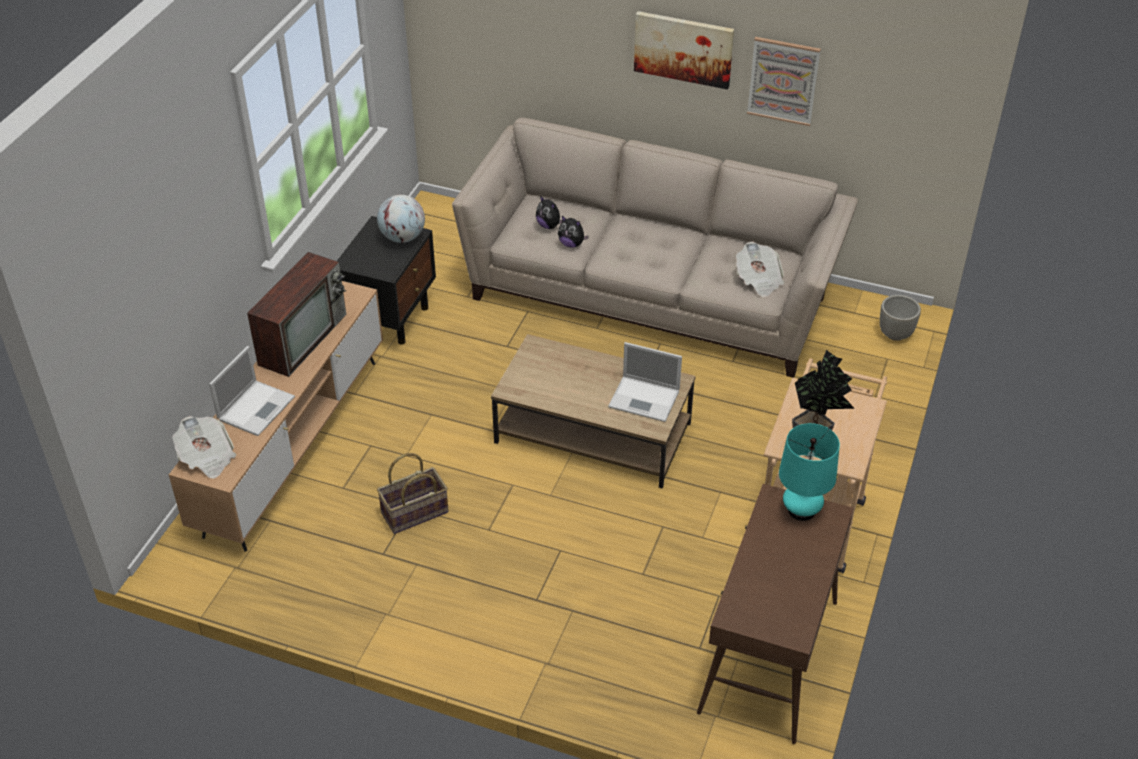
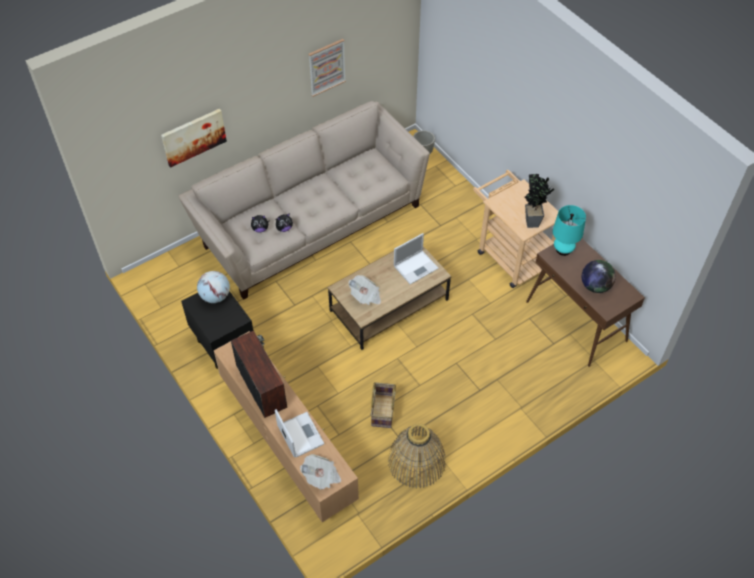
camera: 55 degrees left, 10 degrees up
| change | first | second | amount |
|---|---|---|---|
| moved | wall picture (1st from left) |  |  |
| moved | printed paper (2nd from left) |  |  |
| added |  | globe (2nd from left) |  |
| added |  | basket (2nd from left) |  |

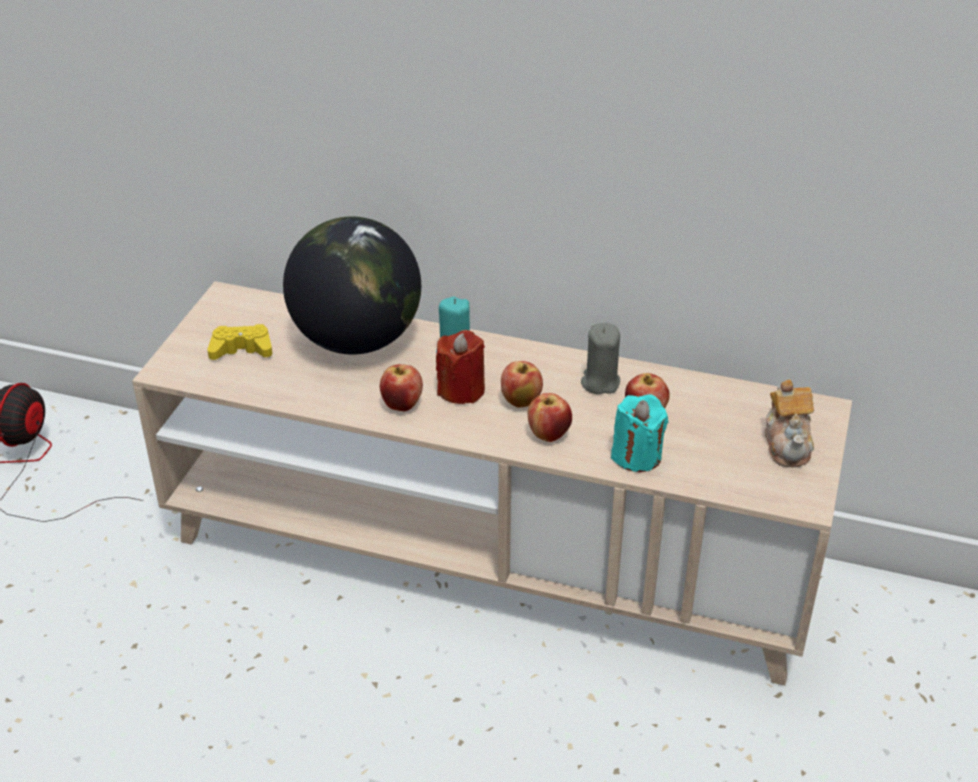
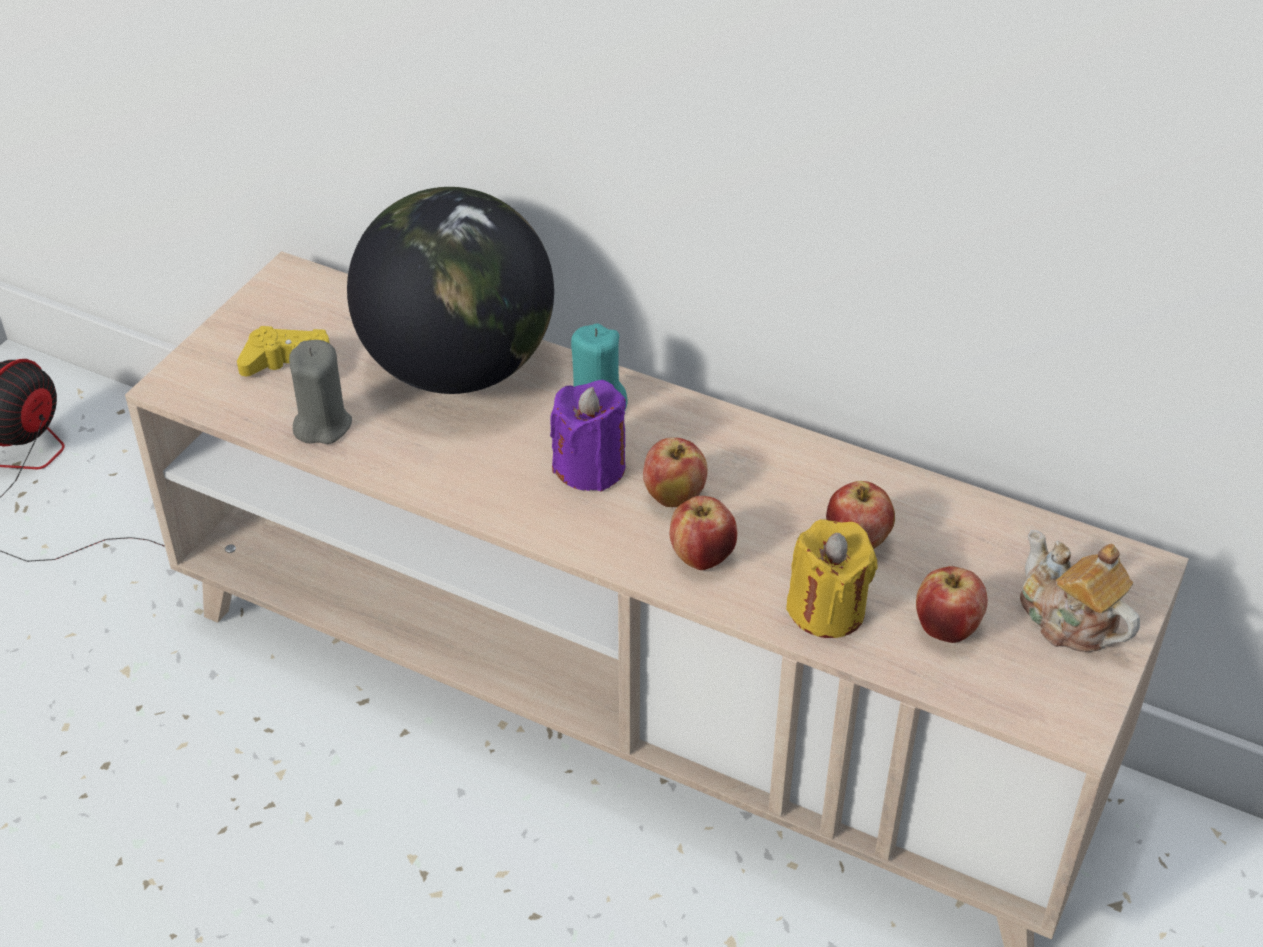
camera: 10 degrees right, 5 degrees up
| change | first | second | amount |
|---|---|---|---|
| moved | wax light (gray) |  |  |
| recoloured | wax light (reddish) | wax light (purplish) |  |
| moved | apple (1st from left in the first image) | apple (4th from left) |  |
| turned | teapot |  | 135 degrees clockwise |
| recoloured | wax light (turquoise-coloured) (2nd from left) | wax light (yellow) |  |

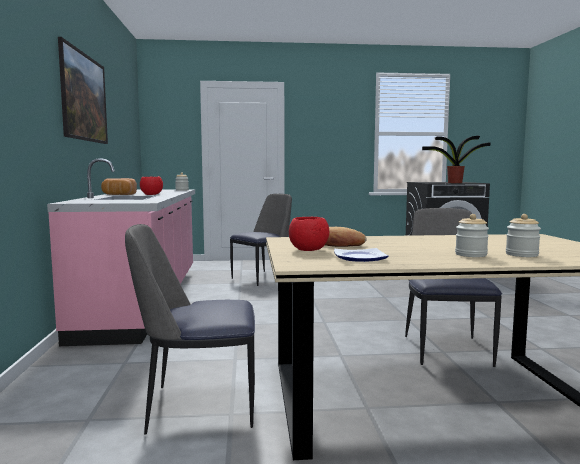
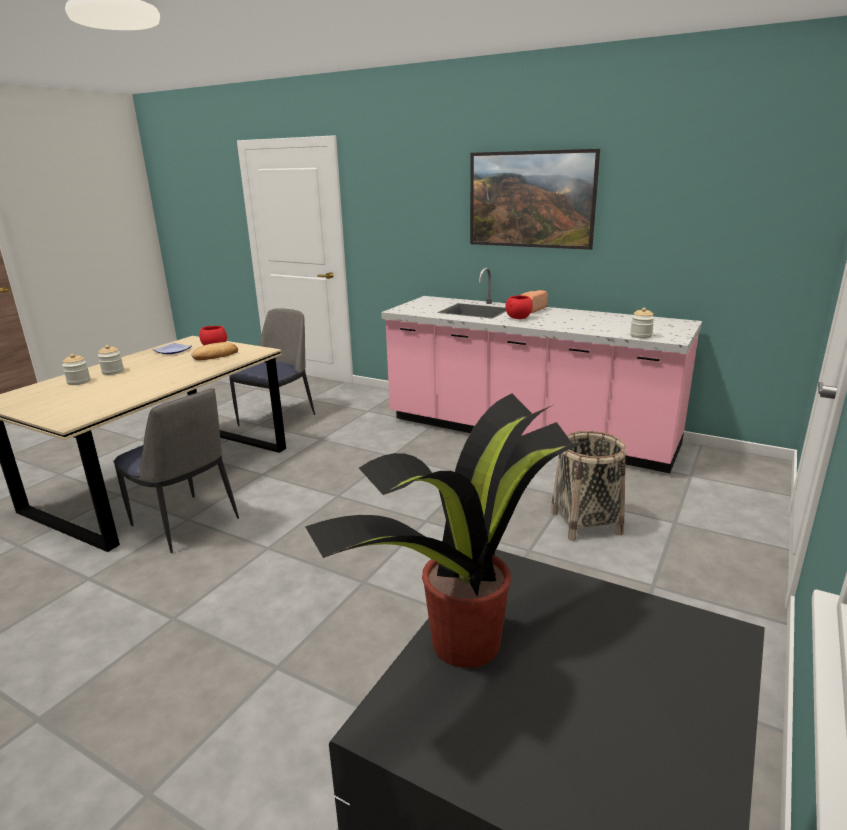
camera: 125 degrees right, 15 degrees up
| change | first | second | amount |
|---|---|---|---|
| replaced | upright chair (2nd from left) | basket |  |

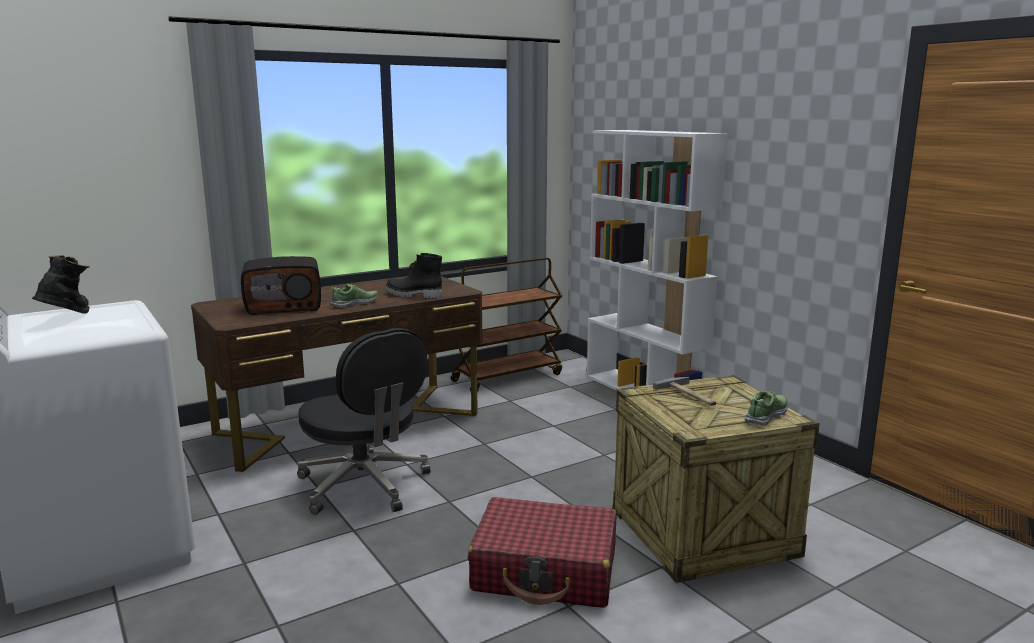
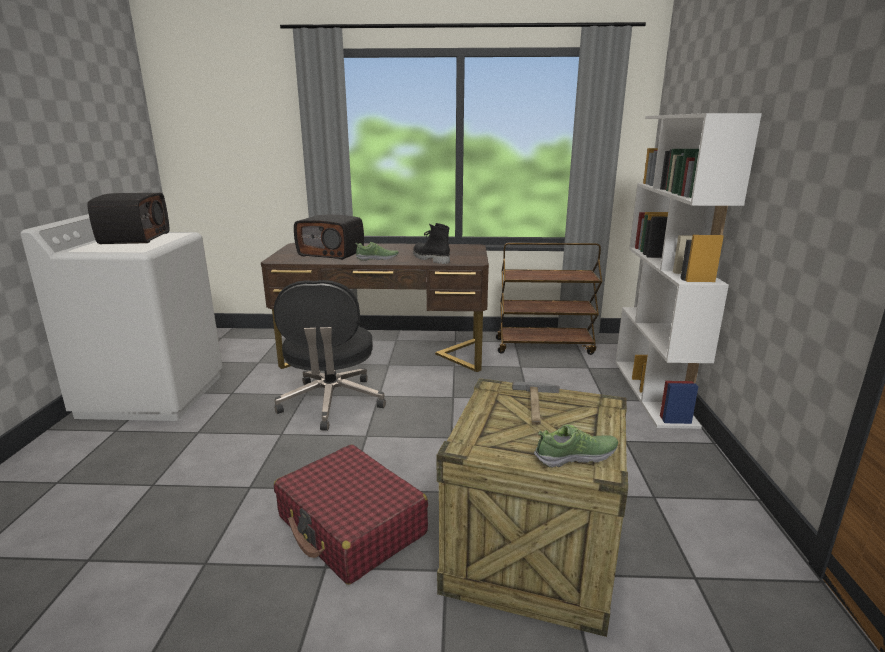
camera: 35 degrees right, 5 degrees up
| change | first | second | amount |
|---|---|---|---|
| replaced | tall boot (black) (1st from left) | radio receiver (1st from left) |  |

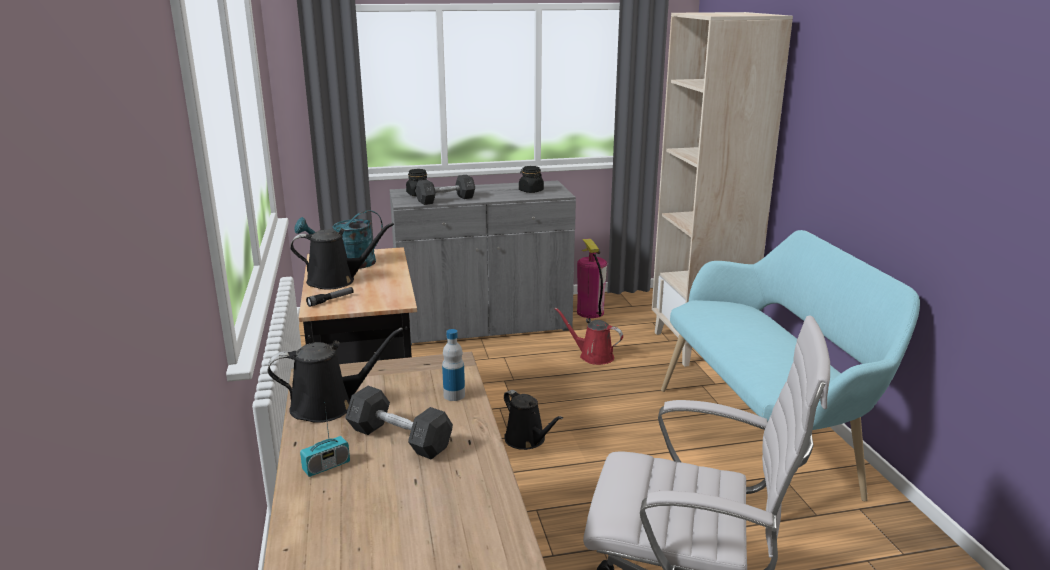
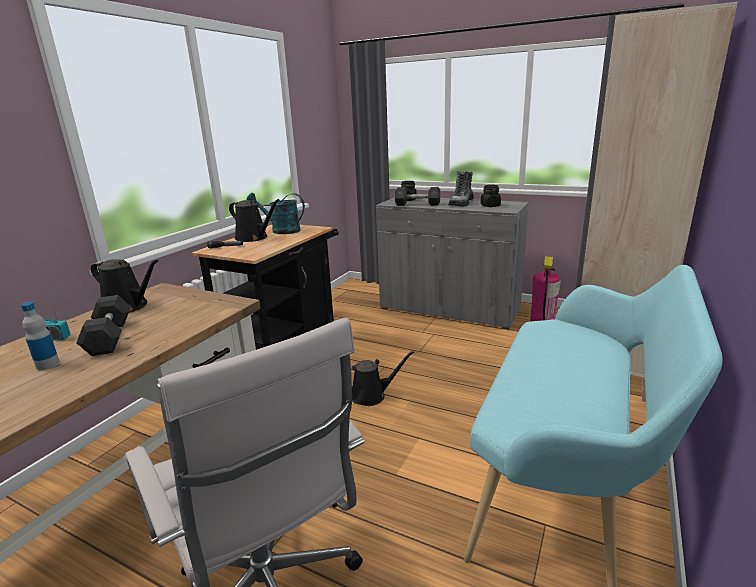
camera: 40 degrees right, 0 degrees up
| change | first | second | amount |
|---|---|---|---|
| removed | watering pot (reddish) |  |  |
| moved | beverage bottle |  |  |
| turned | watering pot (black) (3rd from left) |  | 105 degrees counterclockwise |
| added |  | tall boot |  |

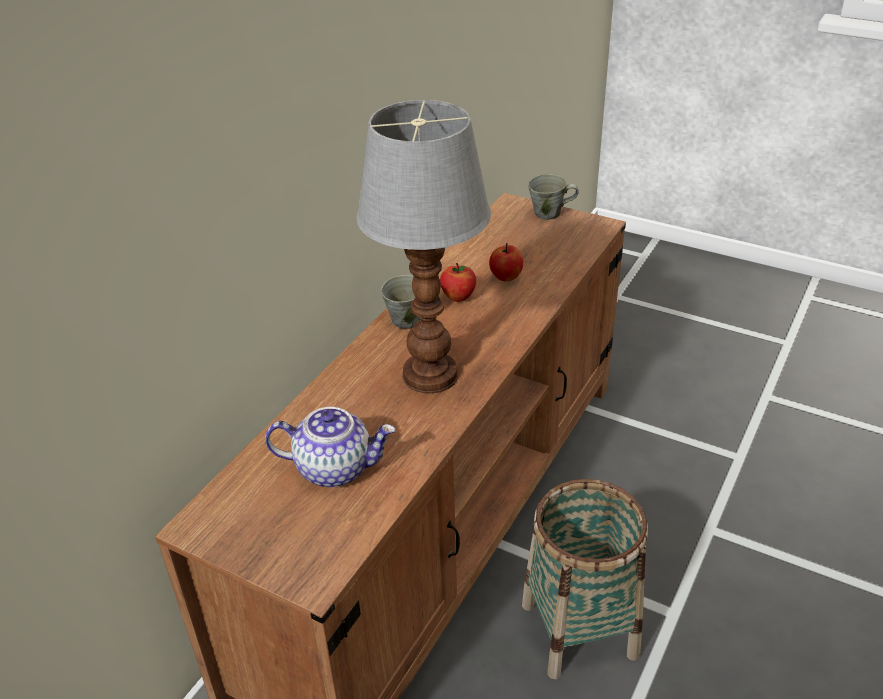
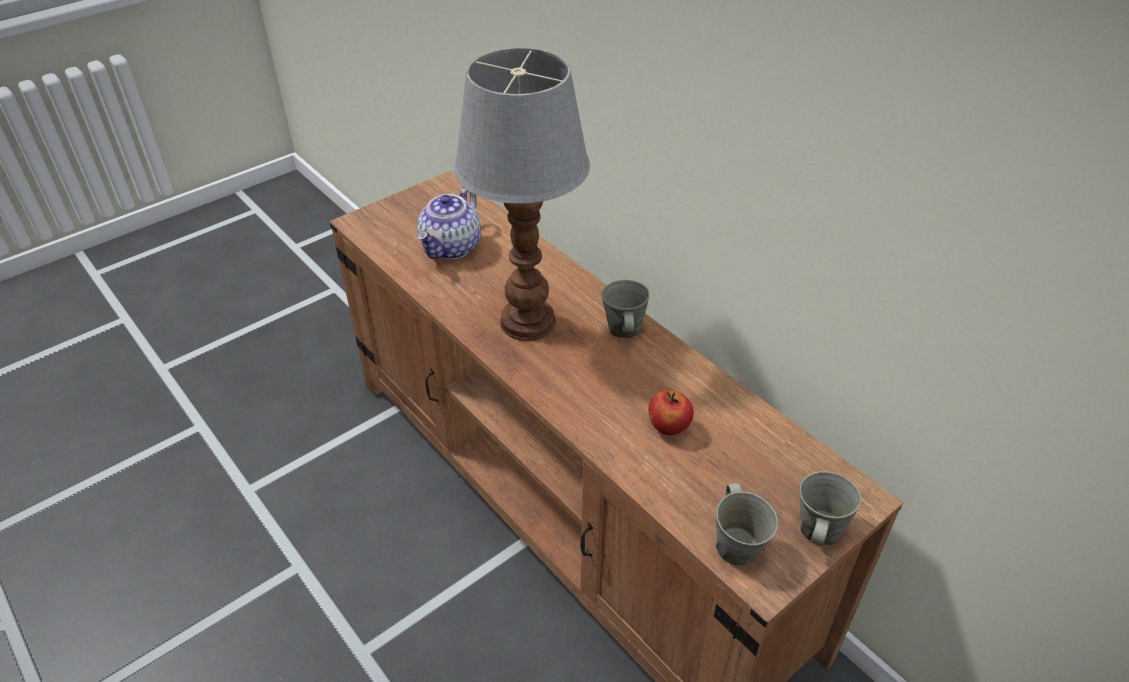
camera: 110 degrees right, 5 degrees up
| change | first | second | amount |
|---|---|---|---|
| removed | apple (1st from left) |  |  |
| removed | basket |  |  |
| added |  | coffee mug (gray) (2nd from left) |  |

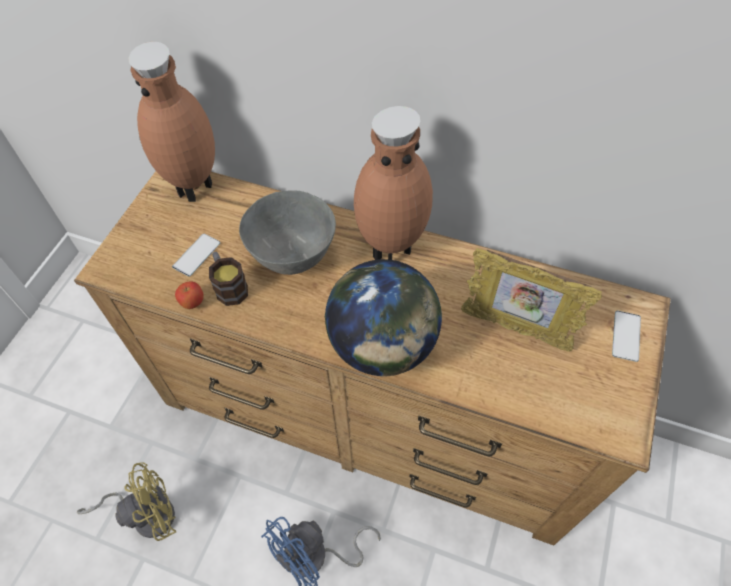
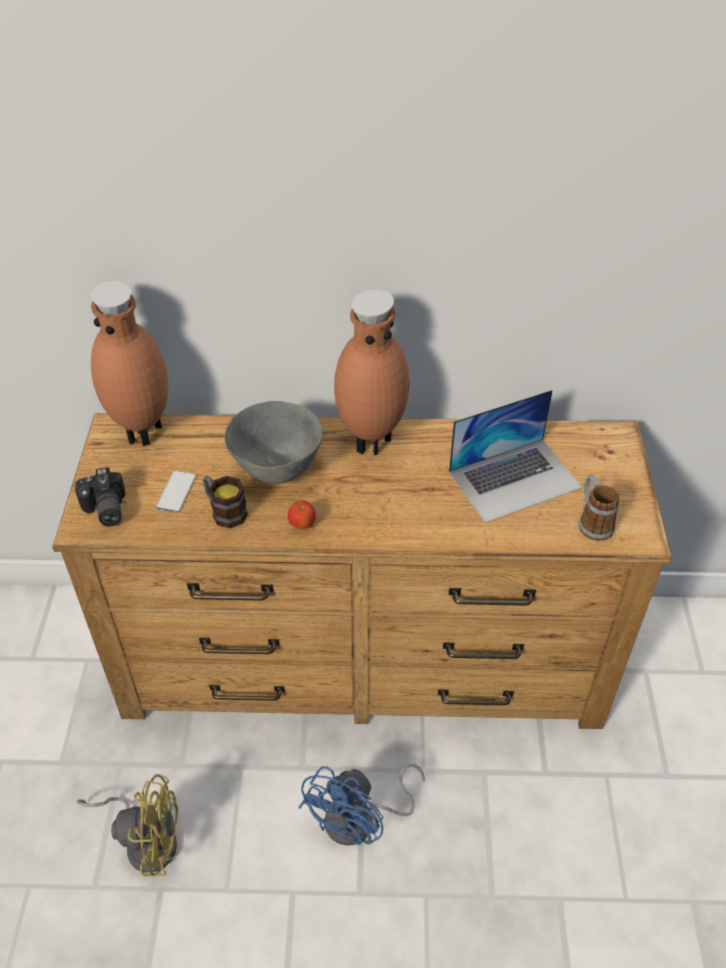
camera: 20 degrees left, 10 degrees down
| change | first | second | amount |
|---|---|---|---|
| replaced | picture frame | notebook computer |  |
| removed | globe |  |  |
| moved | apple |  |  |
| removed | telephone (2nd from left) |  |  |
| turned | cooling fan (yellow) |  | 45 degrees clockwise |
| added |  | photo camera |  |
| added |  | coffee mug (2nd from left) |  |

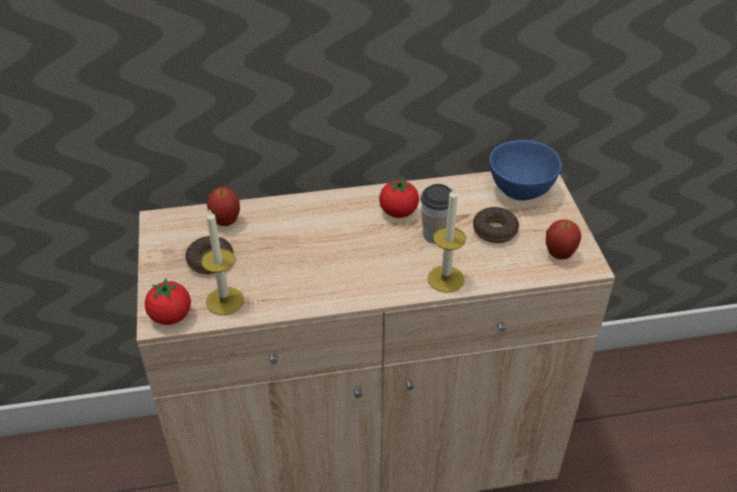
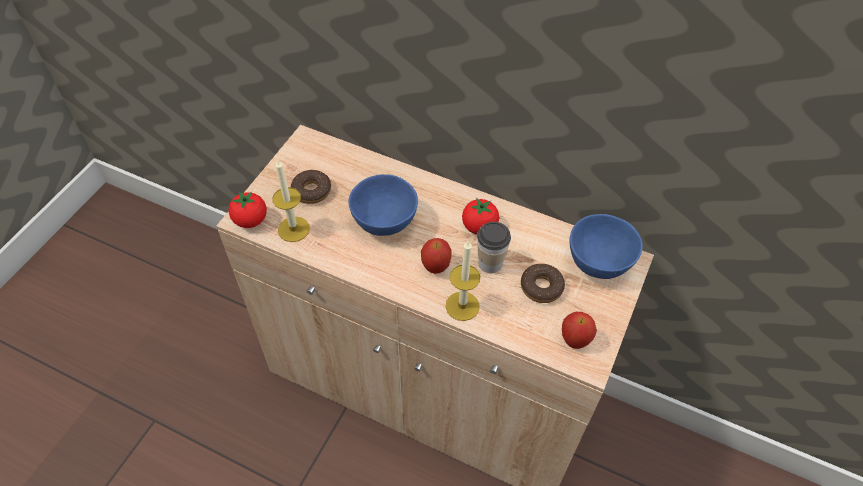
camera: 35 degrees right, 10 degrees up
| change | first | second | amount |
|---|---|---|---|
| moved | apple (1st from left) |  |  |
| added |  | deep dish (blue) (1st from left) |  |

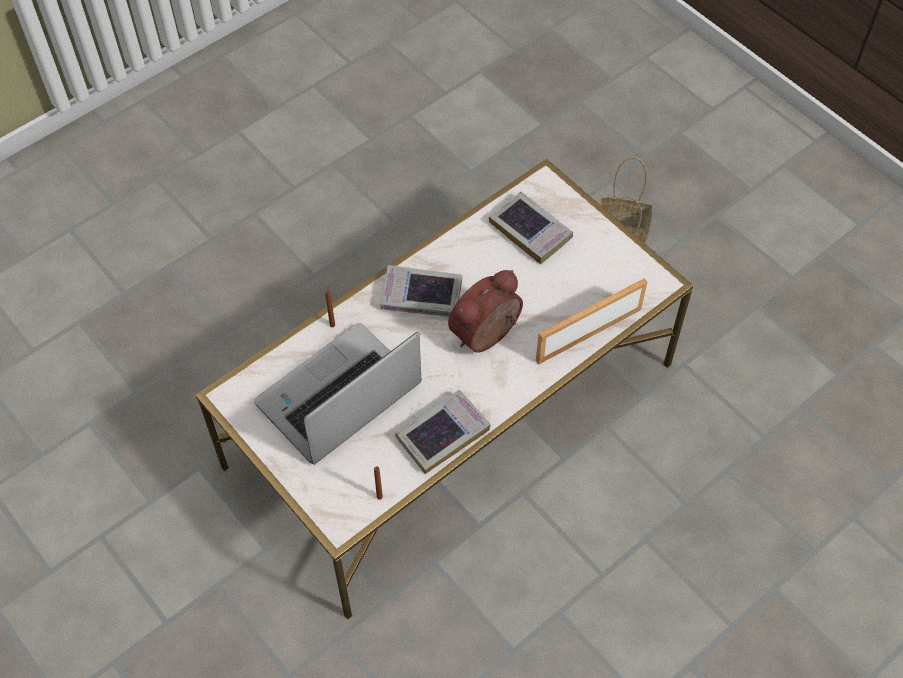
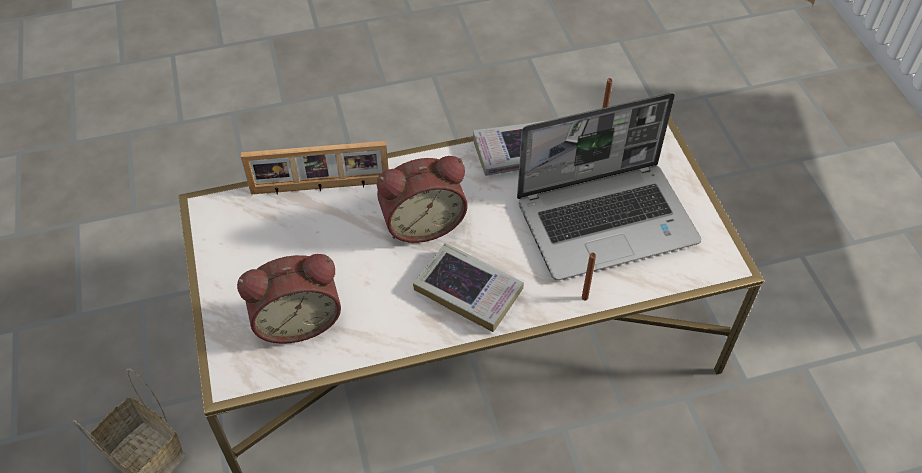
camera: 155 degrees left, 5 degrees down
| change | first | second | amount |
|---|---|---|---|
| replaced | book (3rd from left) | table clock (1st from left) |  |

